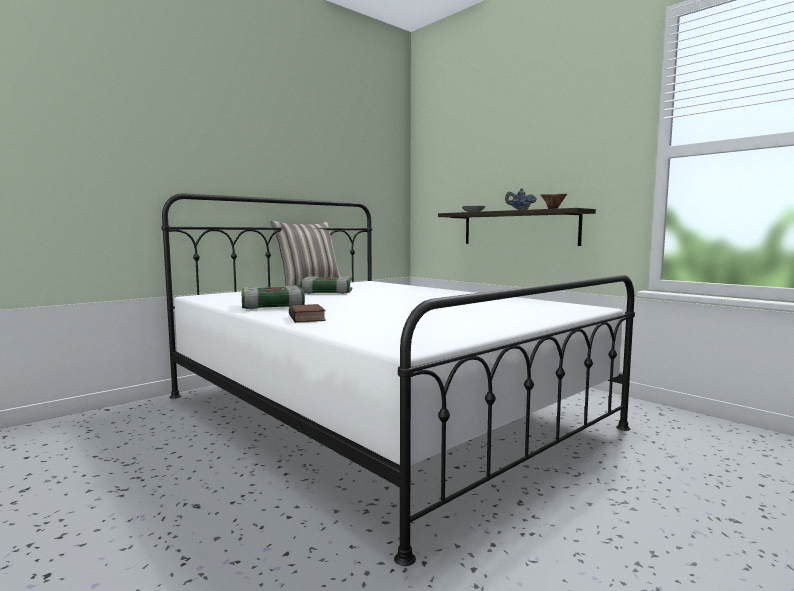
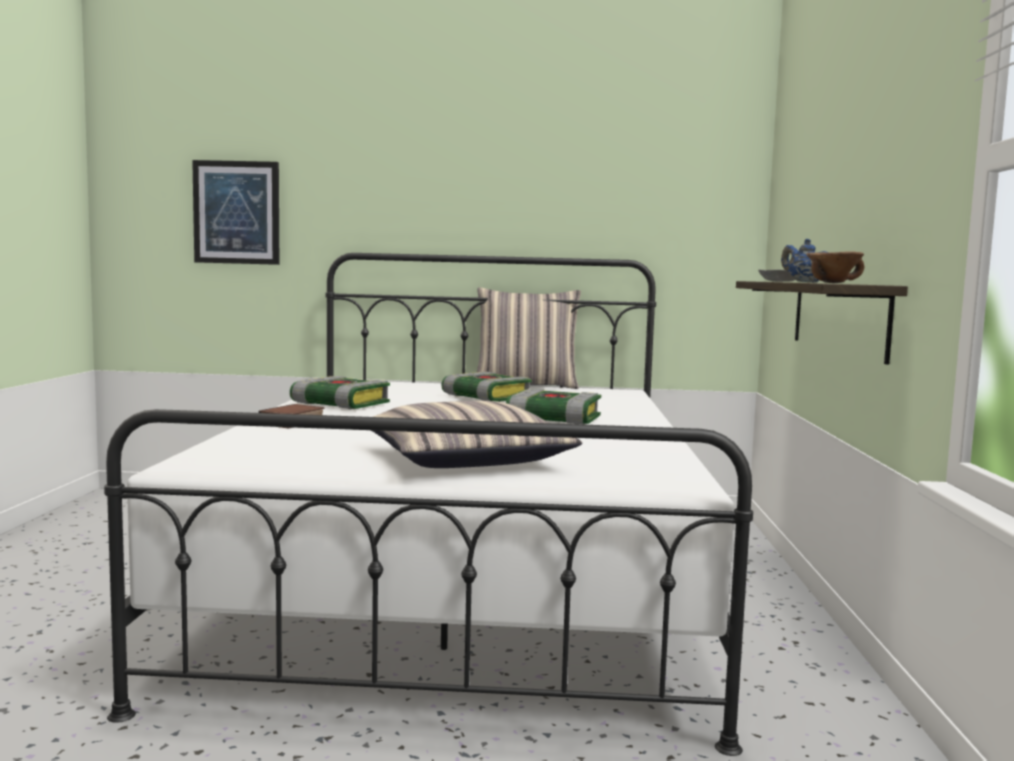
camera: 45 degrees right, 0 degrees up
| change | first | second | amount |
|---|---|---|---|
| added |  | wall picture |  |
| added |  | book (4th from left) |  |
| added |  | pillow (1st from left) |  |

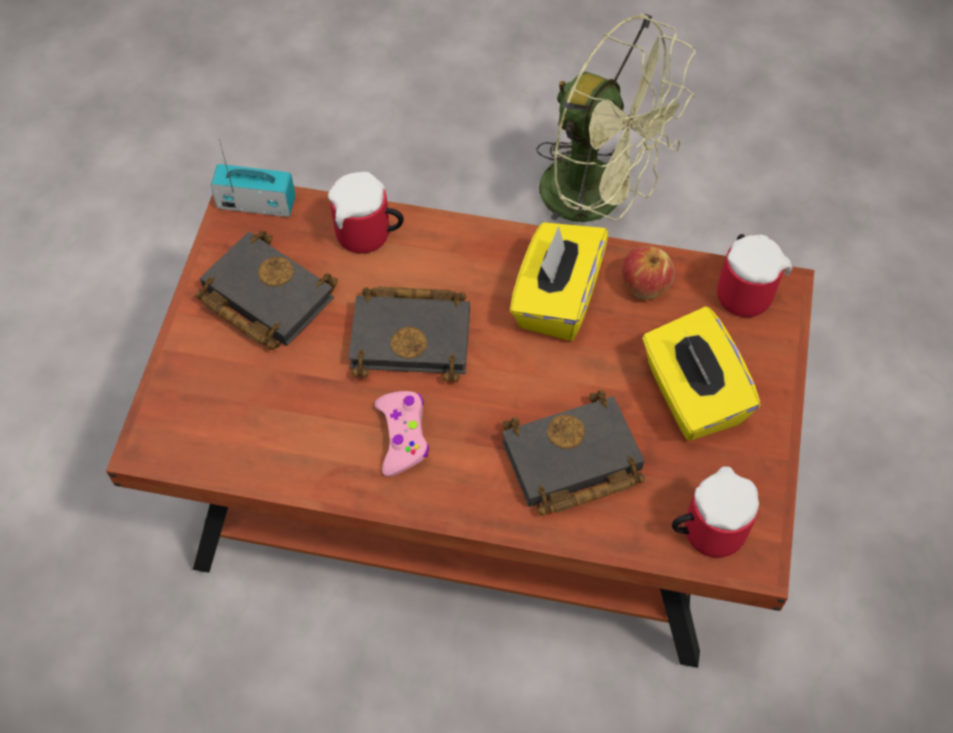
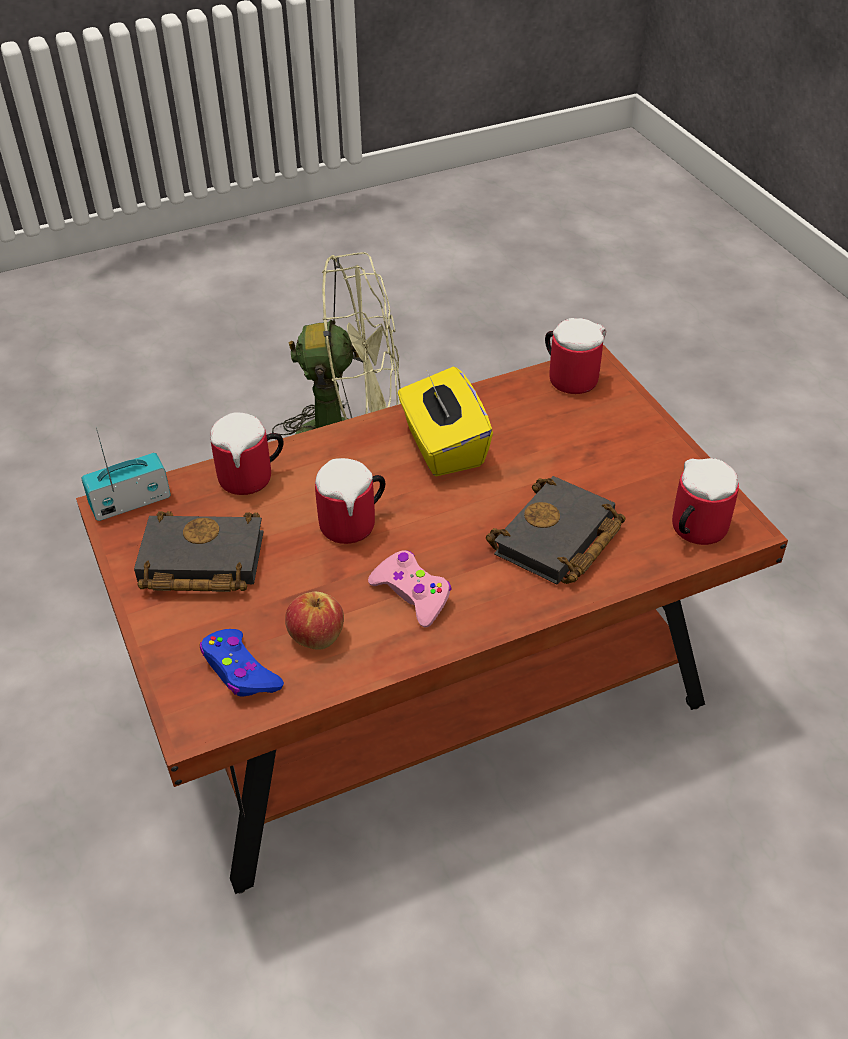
camera: 35 degrees left, 15 degrees down
| change | first | second | amount |
|---|---|---|---|
| moved | apple |  |  |
| replaced | book (black) (2nd from left) | coffee mug (2nd from left) |  |
| removed | box of tissues (yellow) (2nd from left) |  |  |
| added |  | game controller (blue) |  |

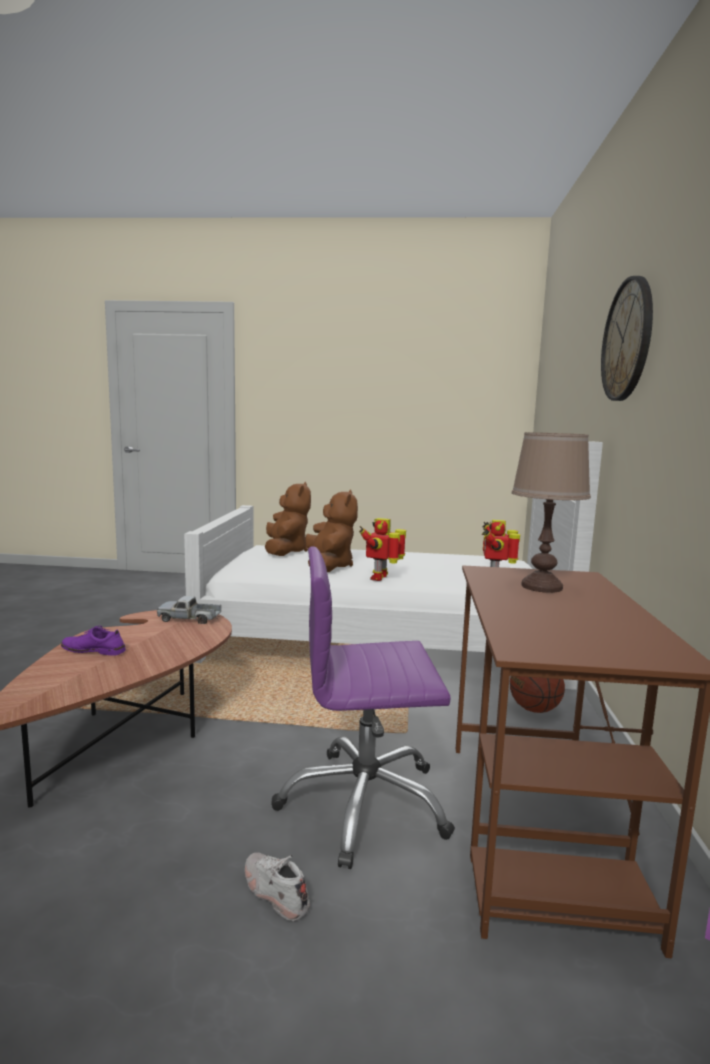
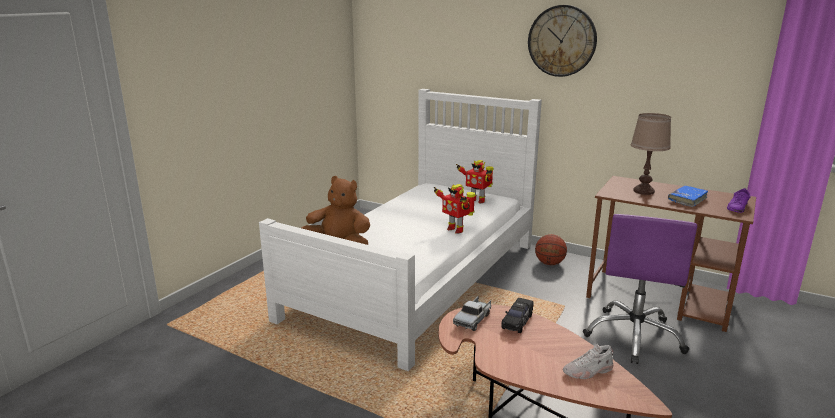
camera: 65 degrees left, 10 degrees up
| change | first | second | amount |
|---|---|---|---|
| removed | cuddly toy (brown) (2nd from left) |  |  |
| moved | item of footwear (purplish) |  |  |
| moved | item of footwear (white-coloured) |  |  |
| added |  | book (blue) |  |
| added |  | toy car (black) |  |

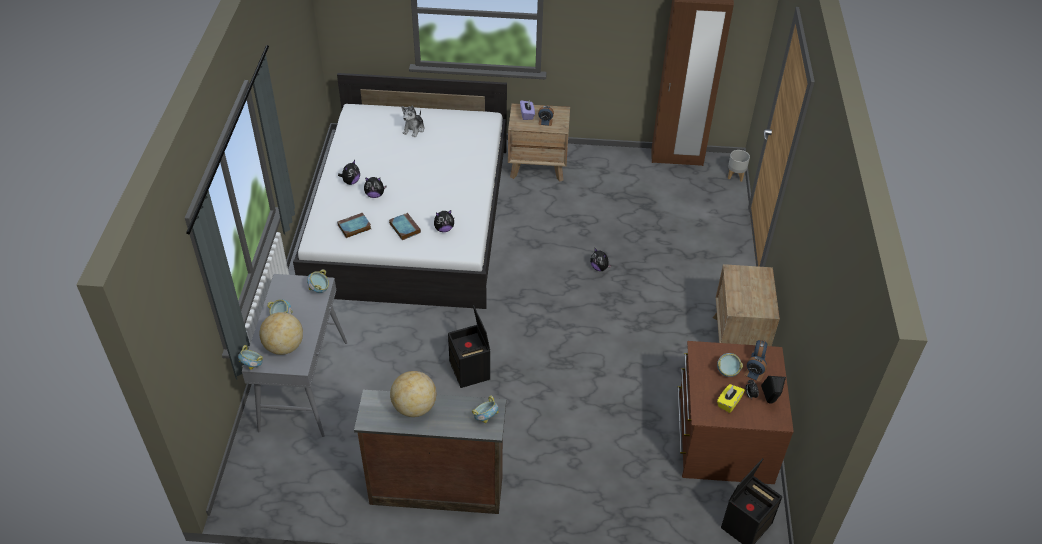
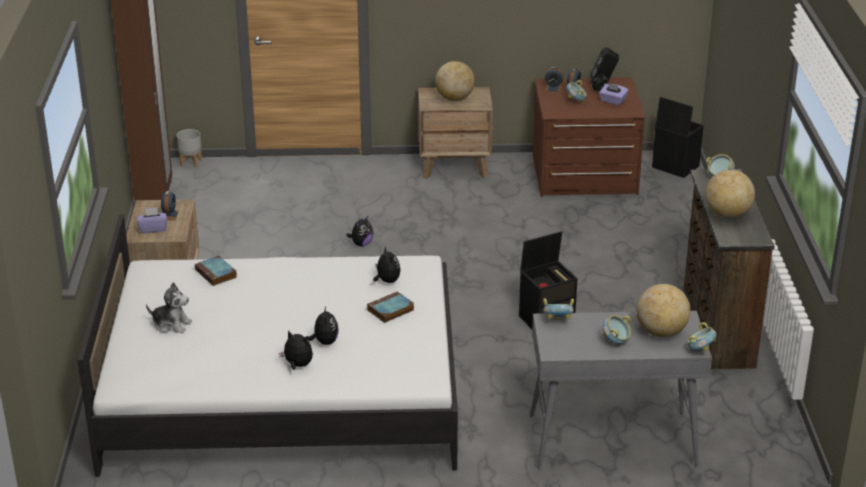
camera: 95 degrees left, 15 degrees down
| change | first | second | amount |
|---|---|---|---|
| moved | book (1st from left) |  |  |
| recoloured | box of tissues (yellow) | box of tissues (purplish) (2nd from left) |  |
| added |  | globe (1st from left) |  |

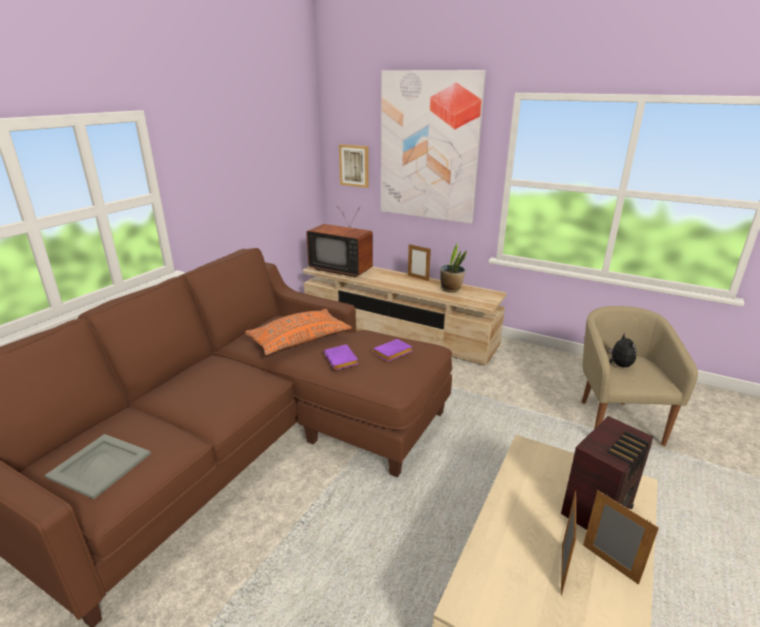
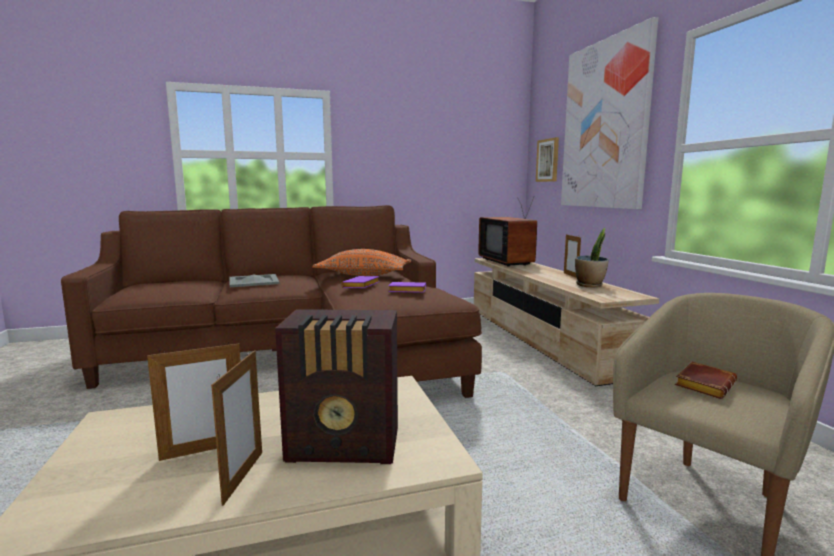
camera: 45 degrees right, 15 degrees down
| change | first | second | amount |
|---|---|---|---|
| replaced | cuddly toy | book (brown) |  |
| moved | tray (gray) |  |  |

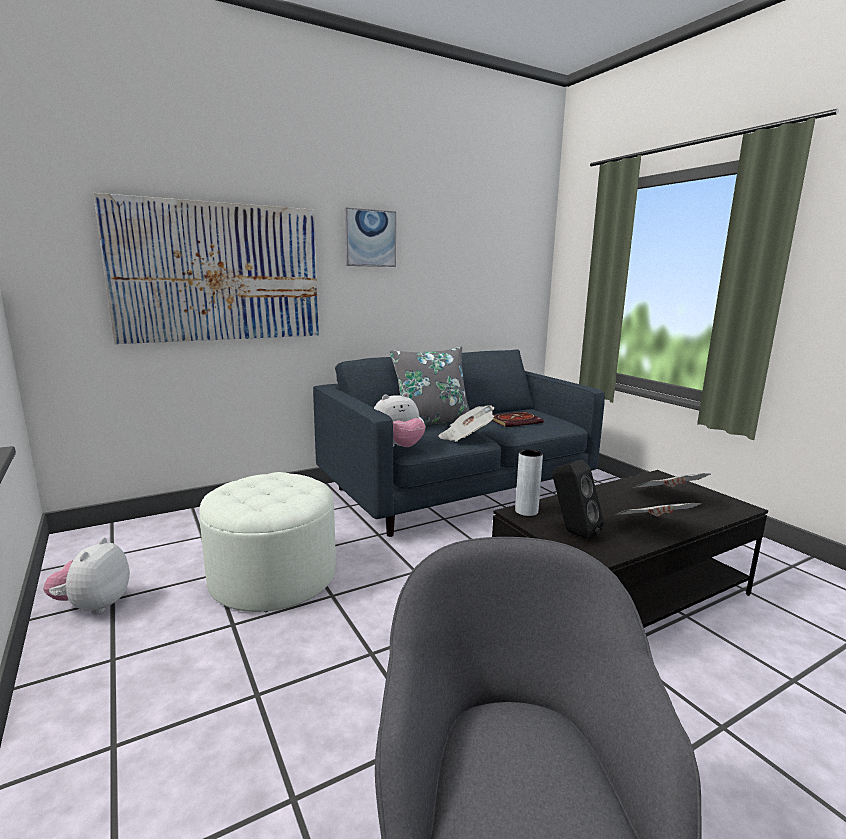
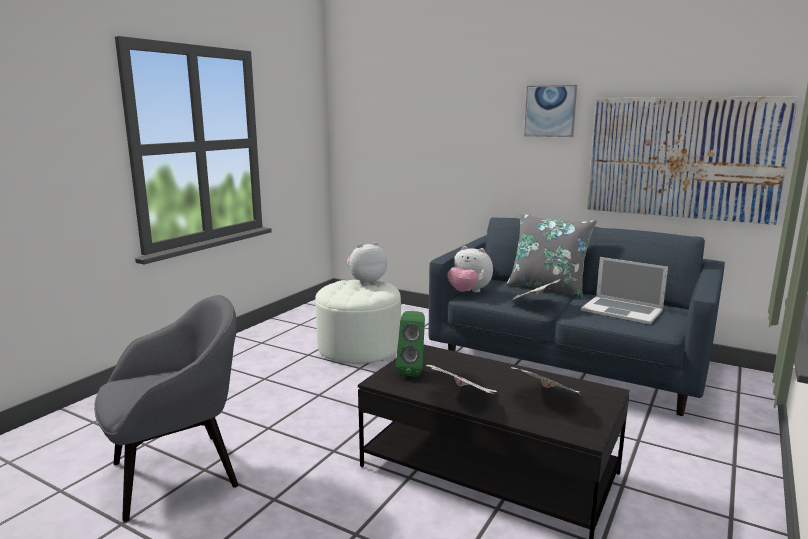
camera: 60 degrees right, 0 degrees up
| change | first | second | amount |
|---|---|---|---|
| moved | wall picture (1st from left in the first image) | wall picture (2nd from left) |  |
| replaced | book | notebook computer |  |
| removed | decorative vase (gray) |  |  |
| recoloured | speaker (black) | speaker (greenish) |  |
| moved | cuddly toy (1st from left) |  |  |

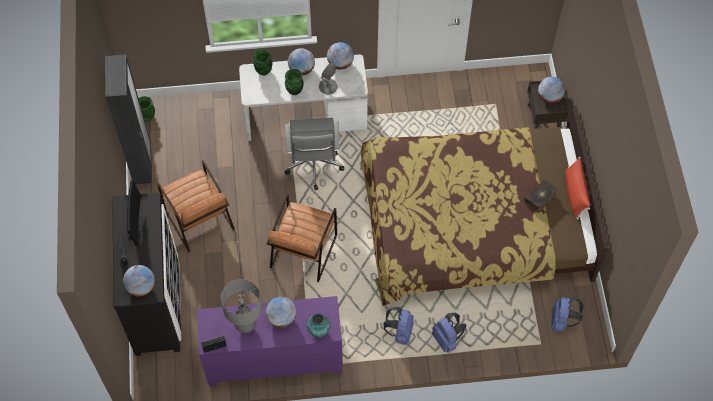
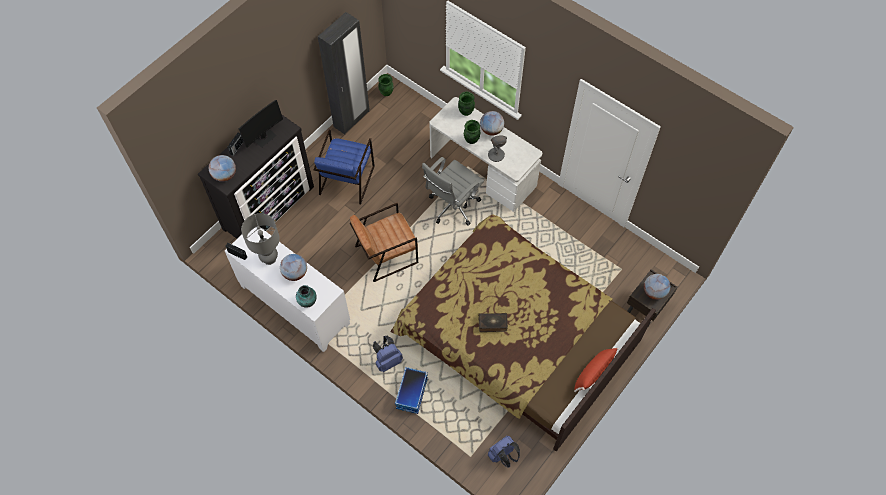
camera: 45 degrees right, 0 degrees up
| change | first | second | amount |
|---|---|---|---|
| removed | globe (4th from left) |  |  |
| recoloured | armchair (brown) (1st from left) | armchair (blue) |  |
| moved | book |  |  |
| recoloured | storage cabinet (purplish) | storage cabinet (white-coloured) |  |
| replaced | knapsack (blue) (2nd from left) | storage container |  |

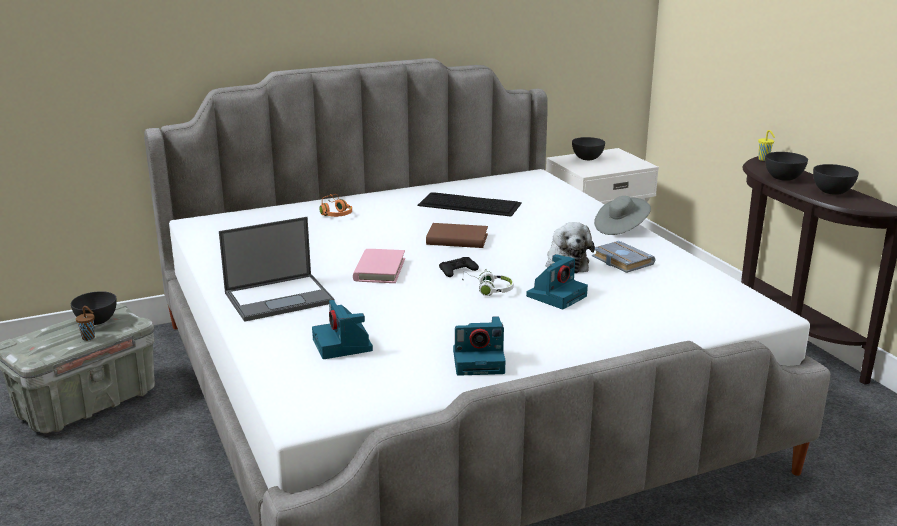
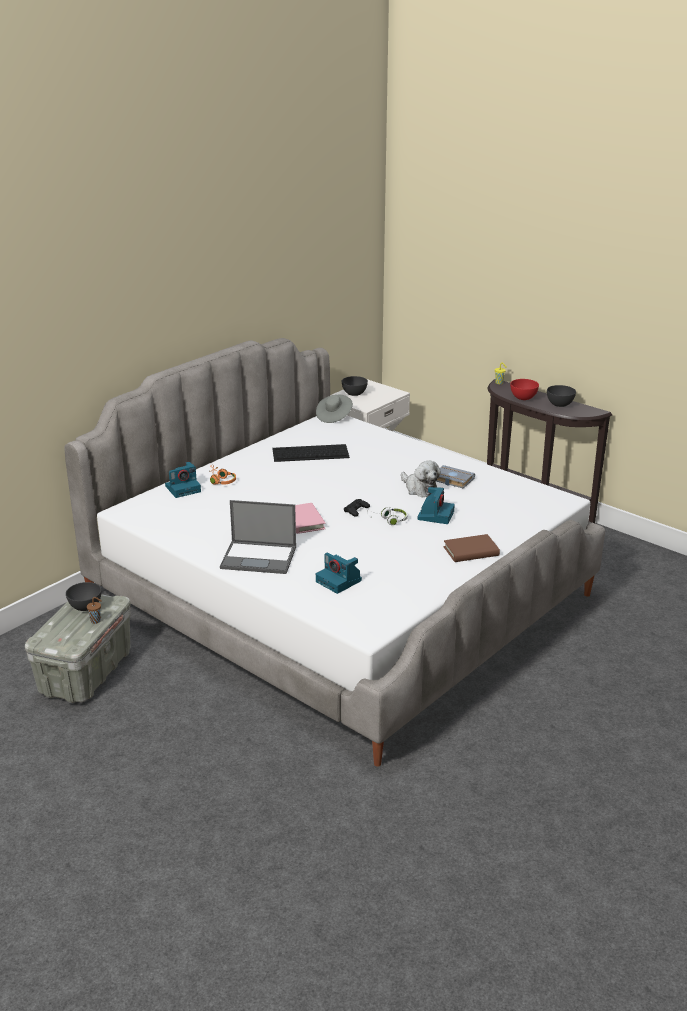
camera: 25 degrees left, 5 degrees up
| change | first | second | amount |
|---|---|---|---|
| recoloured | deep dish (gray) (3rd from left) | deep dish (reddish) |  |
| moved | clothing hat (gray) |  |  |
| turned | notebook computer |  | 60 degrees clockwise |
| moved | book (brown) |  |  |
| moved | photo camera (2nd from left in the first image) | photo camera (1st from left) |  |

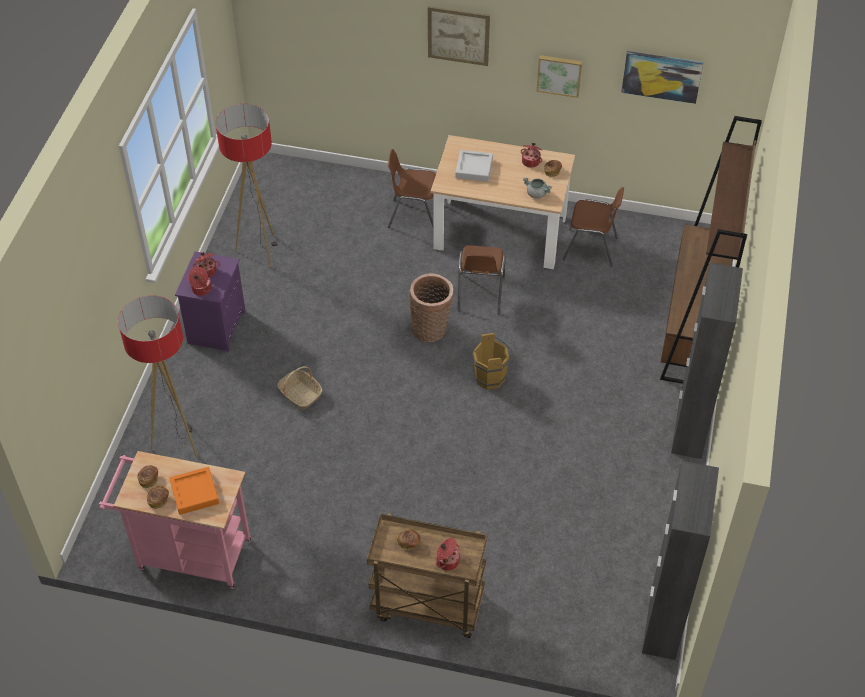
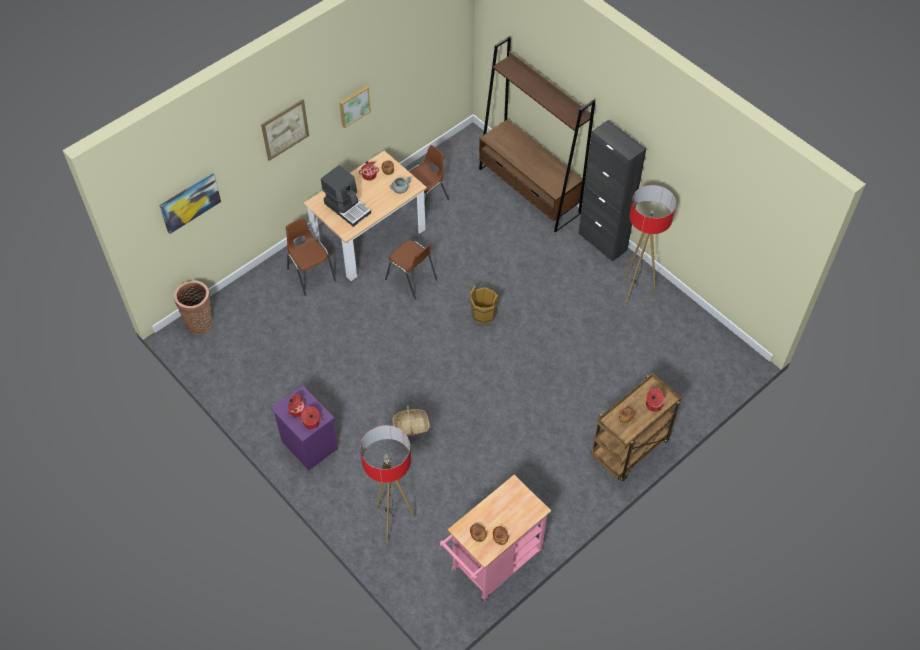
camera: 55 degrees left, 5 degrees up
| change | first | second | amount |
|---|---|---|---|
| moved | wall picture (3rd from left in the first image) | wall picture (1st from left) |  |
| moved | floor lamp (2nd from left) |  |  |
| turned | upright chair (brown) (1st from left) |  | 105 degrees clockwise |
| replaced | tray (gray) | coffee machine |  |
| moved | basket (2nd from left in the first image) | basket (1st from left) |  |
| removed | storage cabinet (black) (1st from left) |  |  |
| removed | tray (orangey) |  |  |

